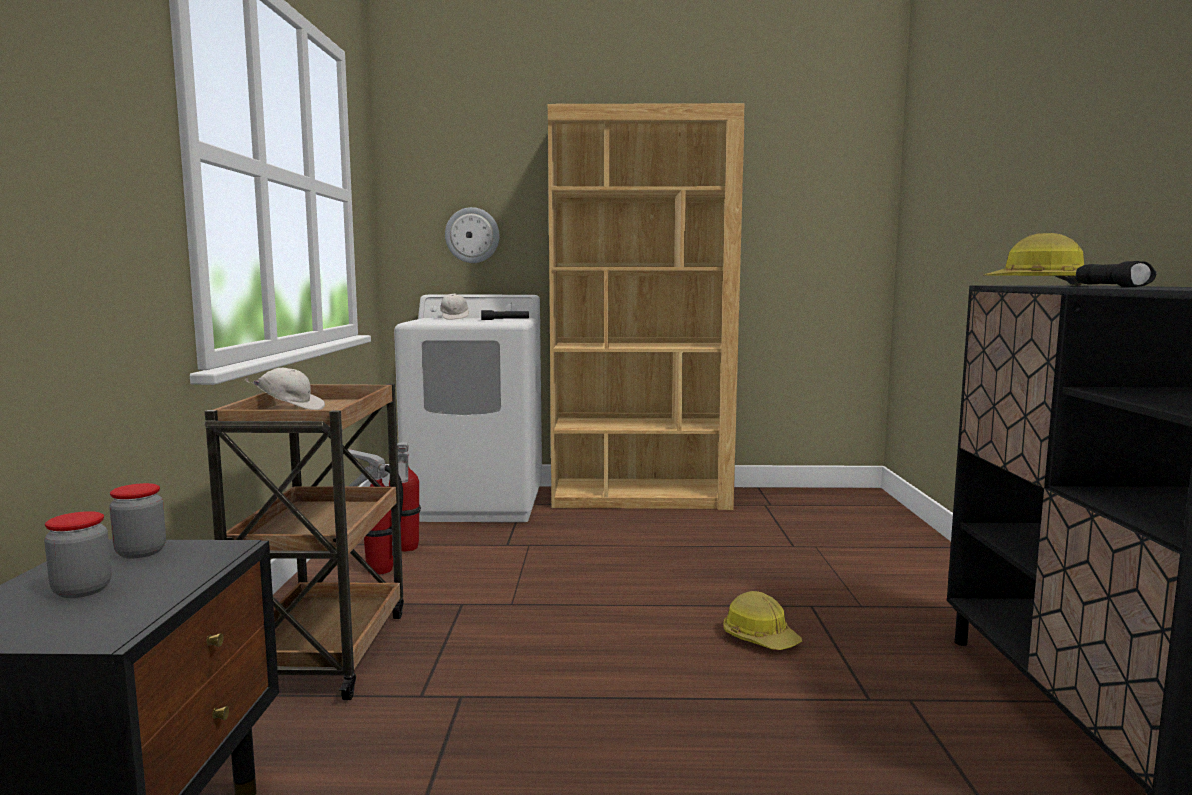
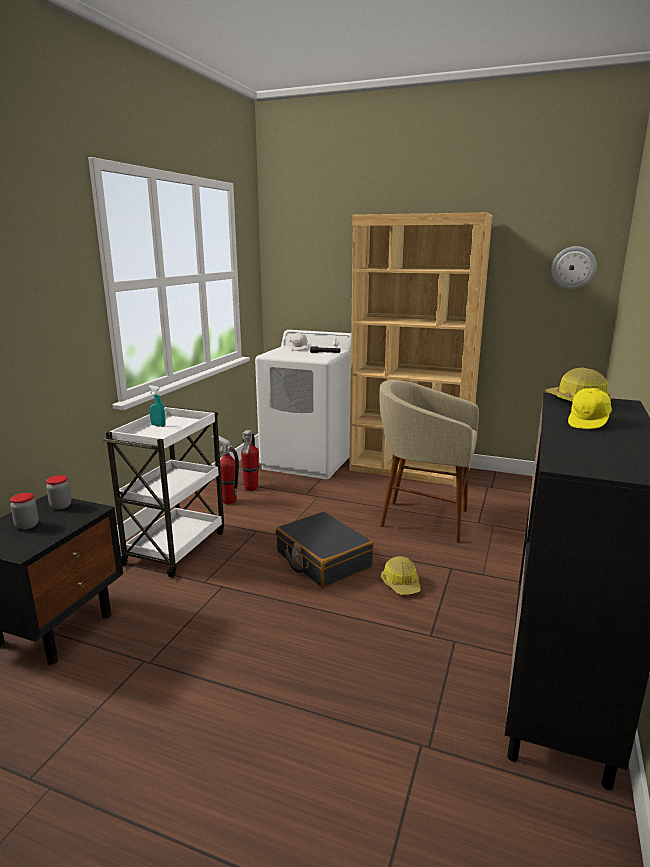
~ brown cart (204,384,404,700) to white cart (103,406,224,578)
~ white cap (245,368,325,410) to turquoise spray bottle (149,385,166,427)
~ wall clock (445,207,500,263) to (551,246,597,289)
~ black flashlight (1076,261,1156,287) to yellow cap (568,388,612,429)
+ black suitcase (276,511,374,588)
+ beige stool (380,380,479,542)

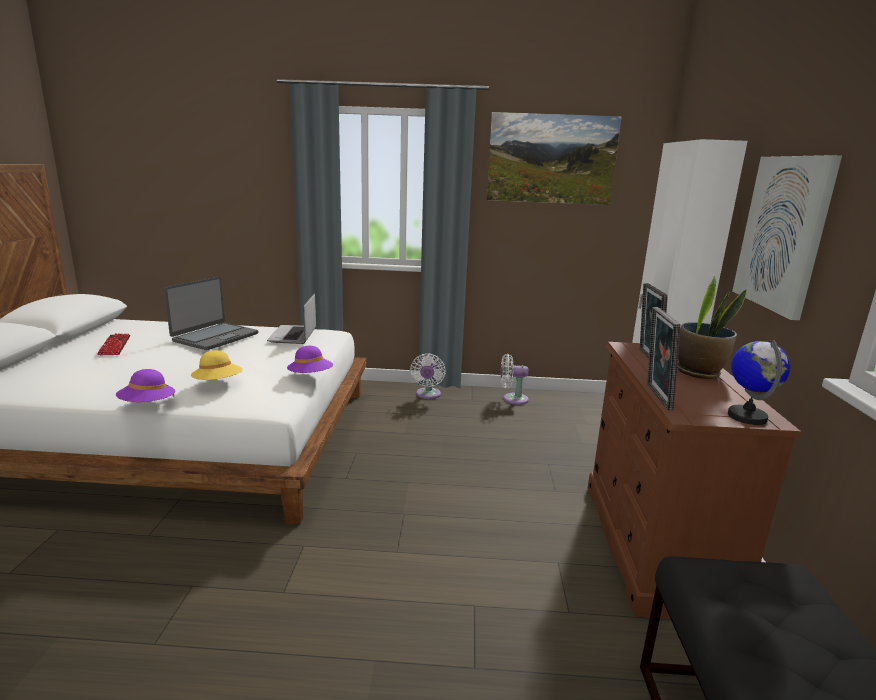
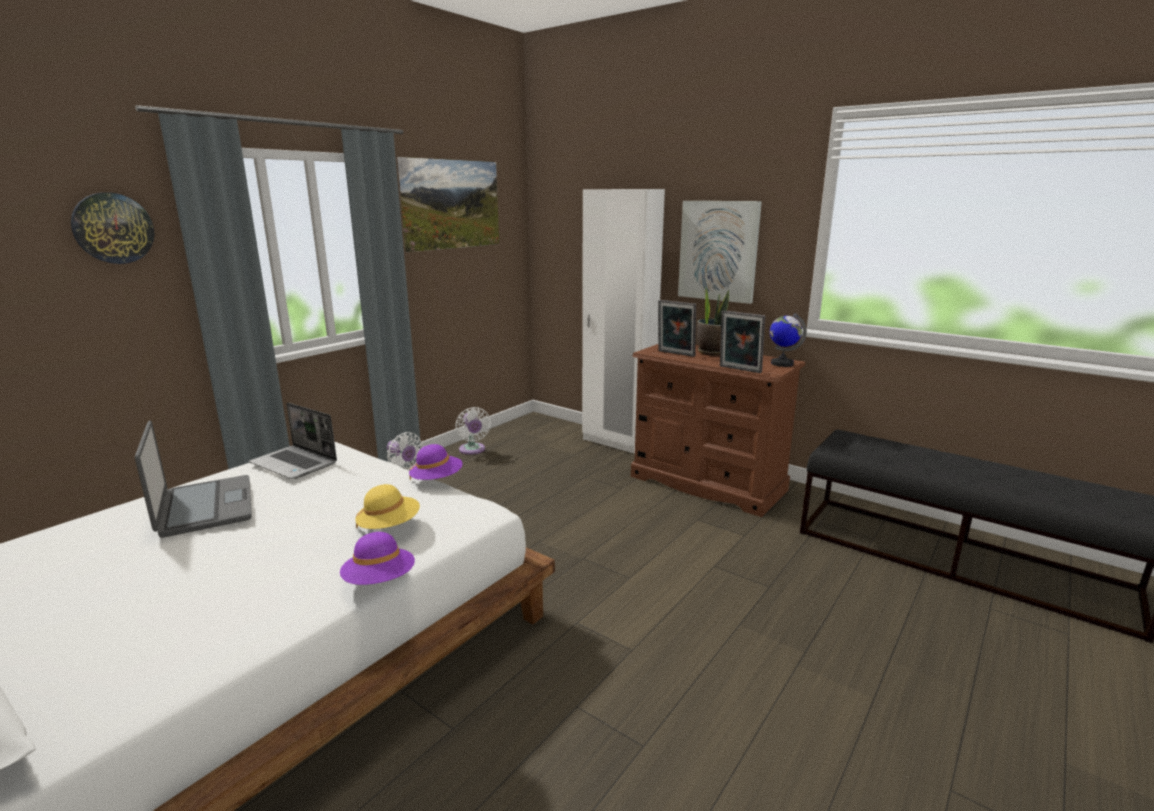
- keyboard (97,333,130,355)
~ white fan (501,354,529,405) = (455,407,491,455) 60 degrees counterclockwise
+ wall clock (71,193,155,264)

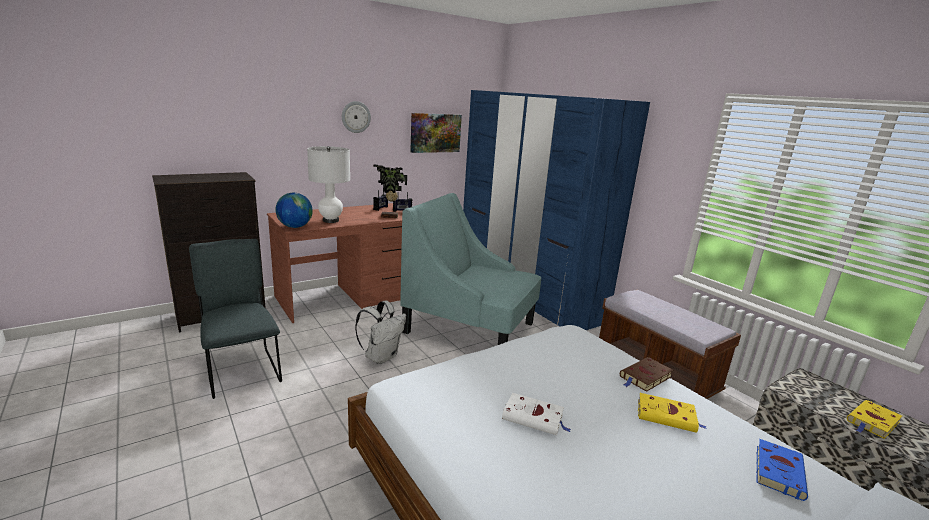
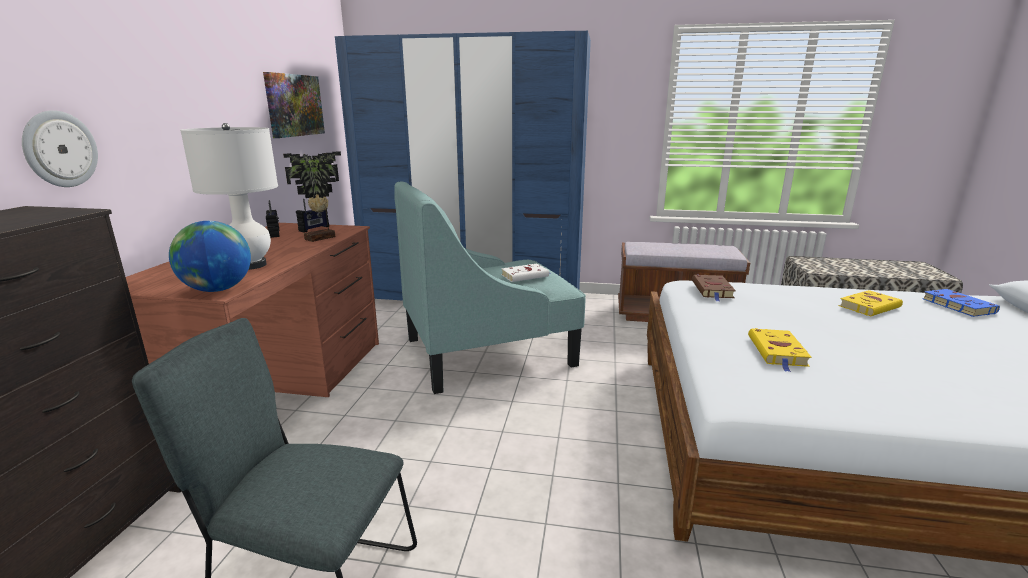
~ wall clock (342,101,371,133) to (22,110,98,187)
- white backpack (355,301,406,364)
~ white book (502,393,571,435) to (501,264,552,282)
~ brown book (620,357,674,392) to (692,274,736,302)
~ yellow book (847,400,902,439) to (748,328,811,372)

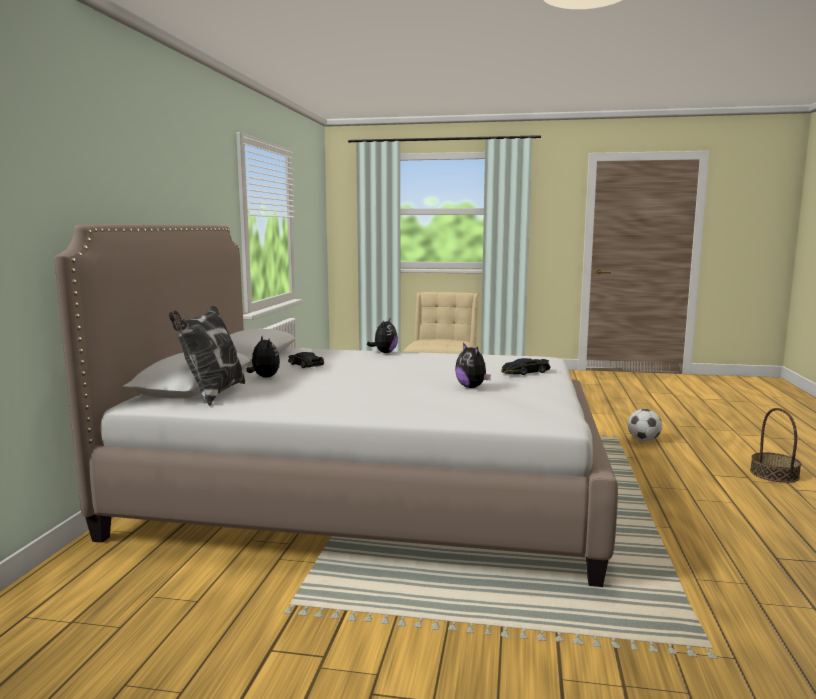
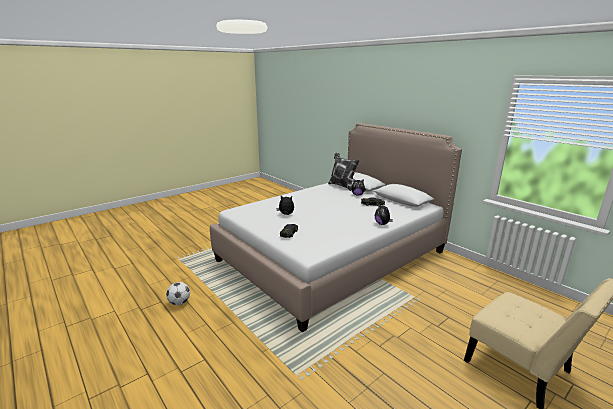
~ football (628,409,662,441) to (166,282,190,305)
- basket (750,408,801,483)

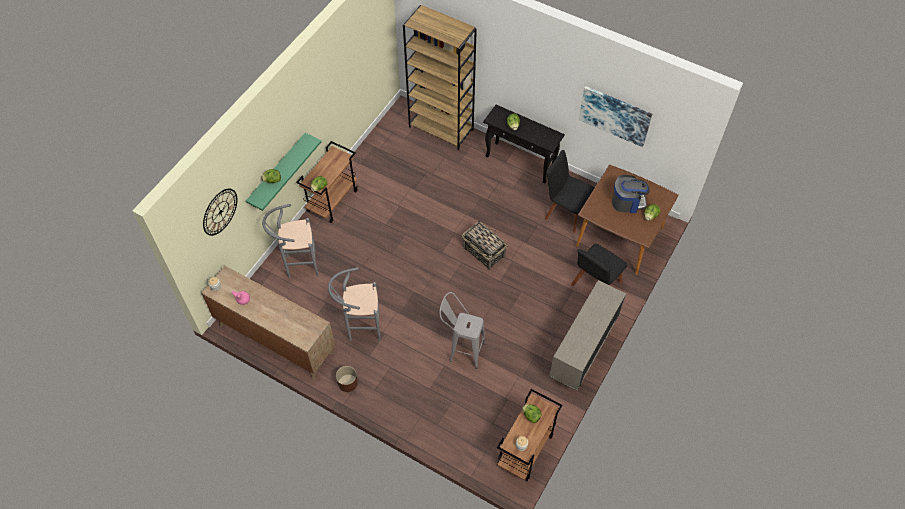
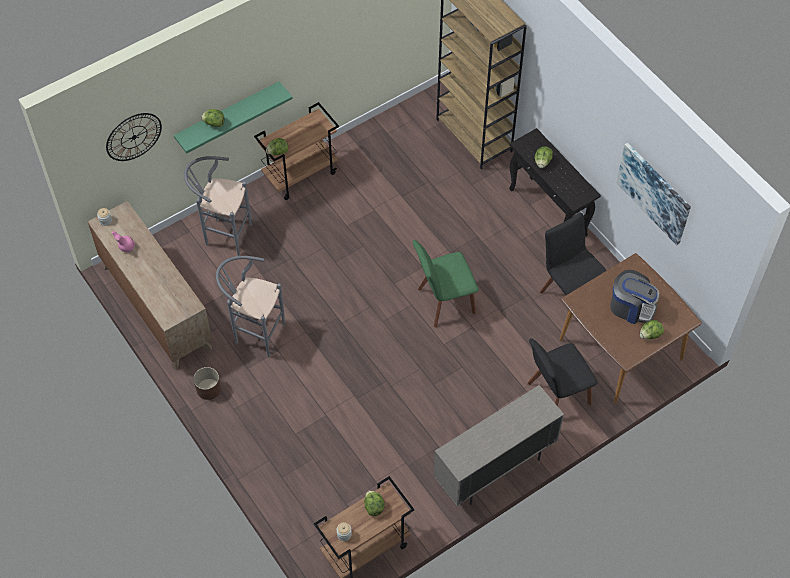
- grey stool (439,292,486,369)
~ basket (462,220,508,271) to green chair (413,240,479,328)

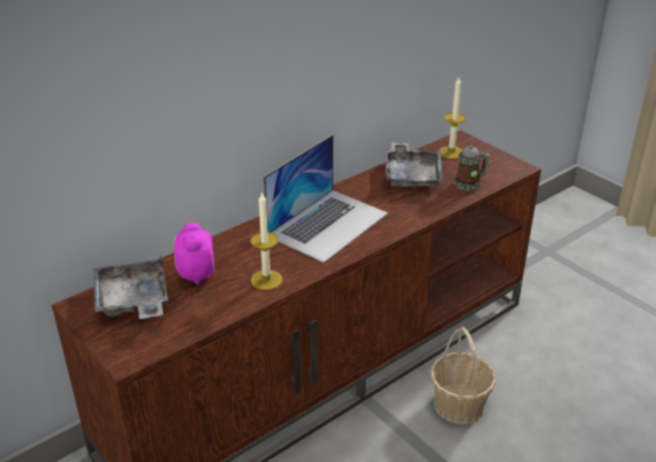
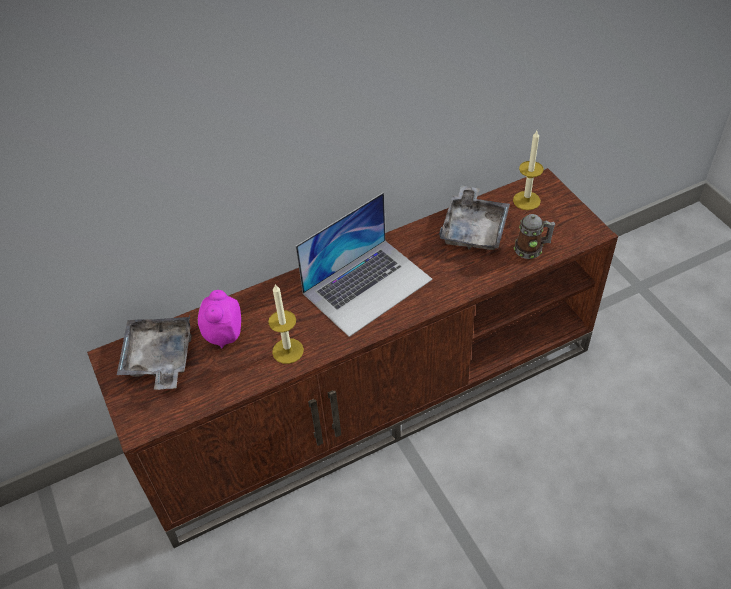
- basket (430,327,496,424)

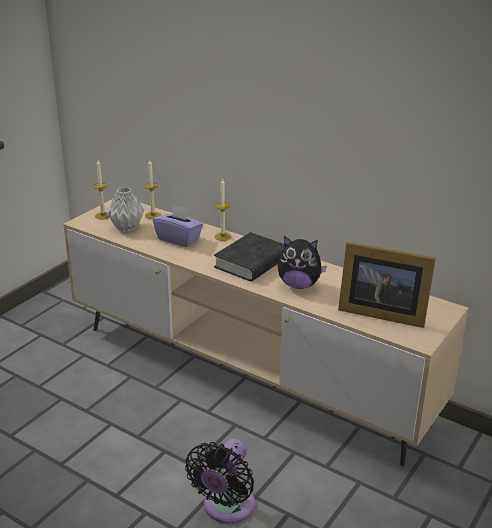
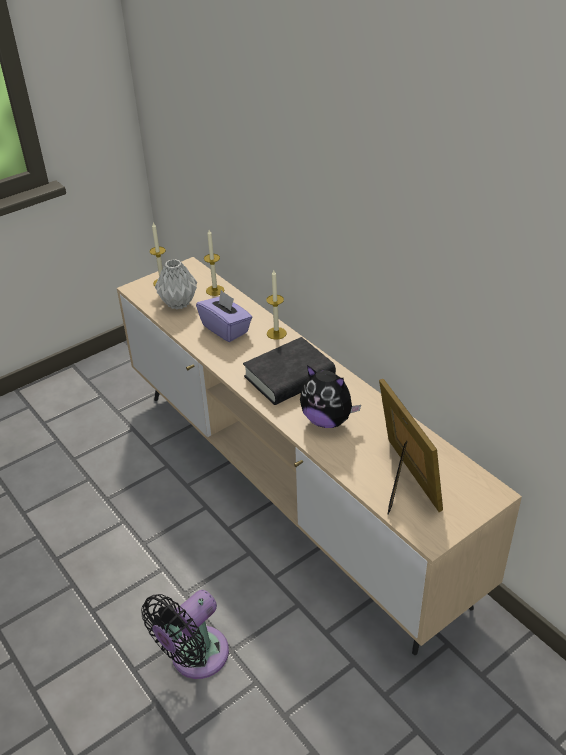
~ picture frame (338,242,436,328) = (379,379,443,515) 150 degrees counterclockwise

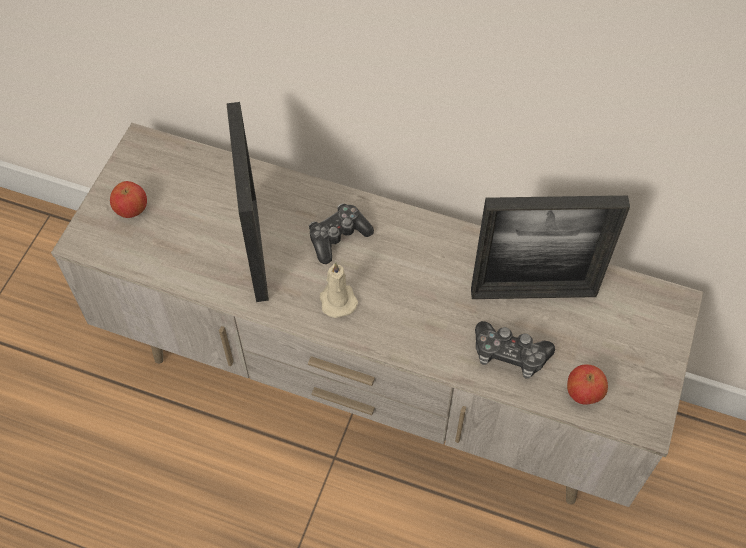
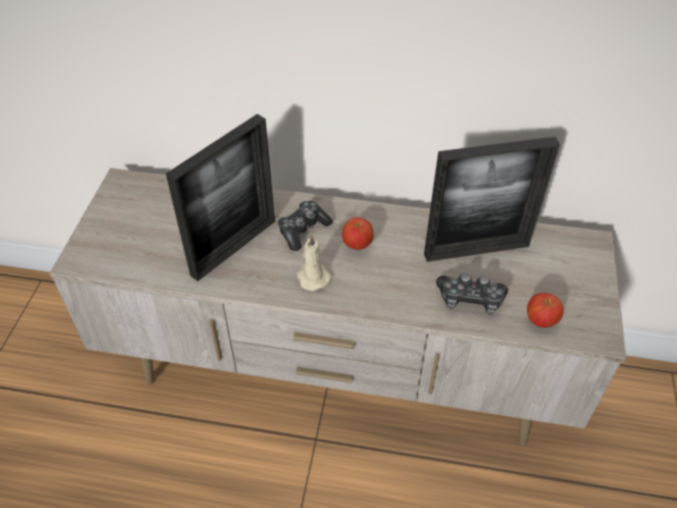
~ apple (110,181,147,218) to (342,217,373,250)
~ picture frame (226,102,269,302) = (166,114,275,281) 60 degrees clockwise

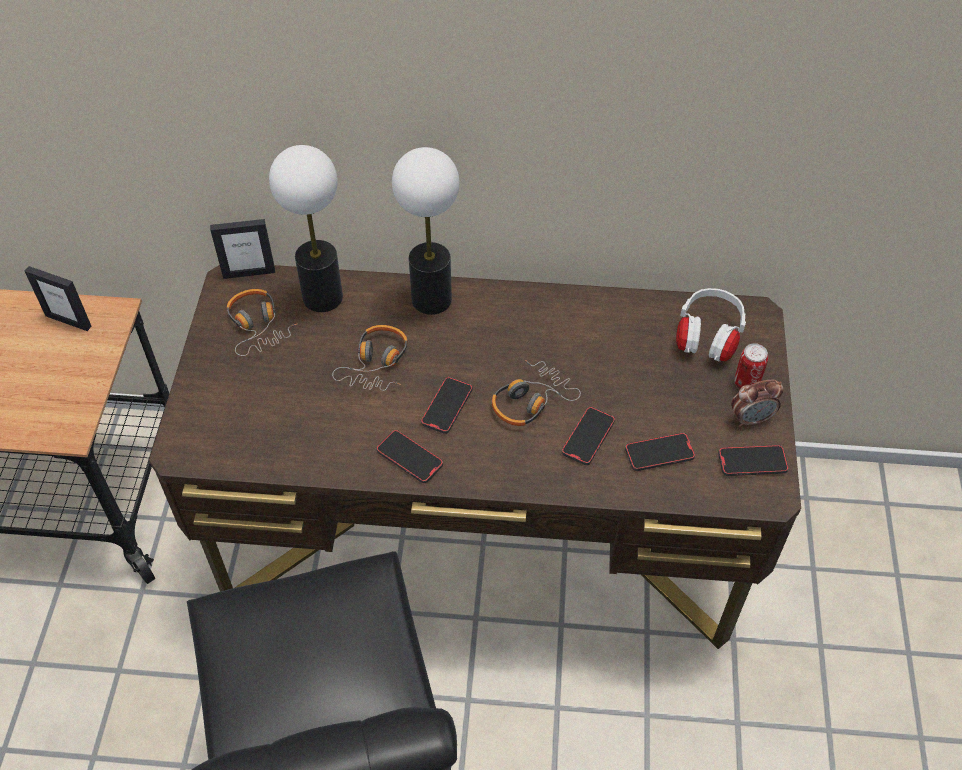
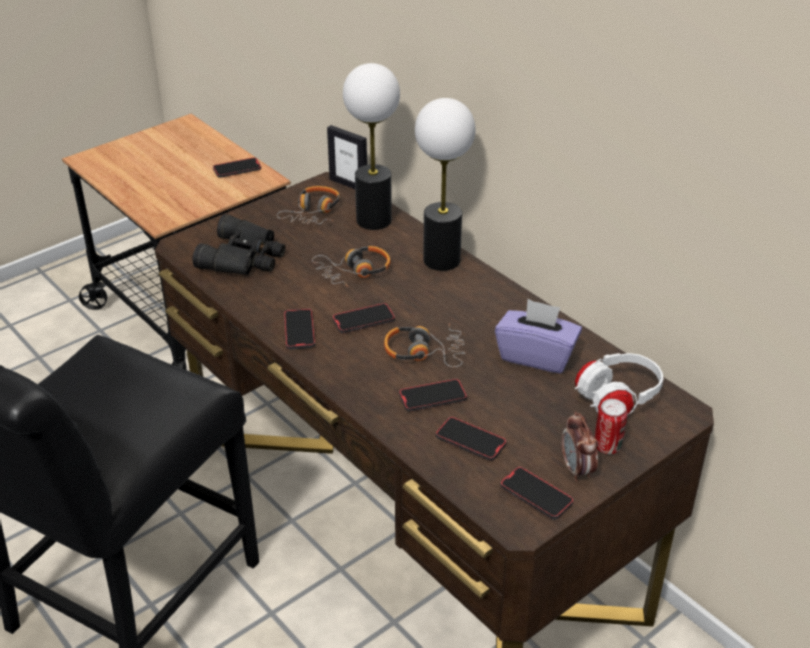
~ picture frame (25,266,91,331) to phone (213,157,261,178)
~ alarm clock (731,380,784,427) = (561,412,598,481) 45 degrees clockwise
+ black binoculars (192,214,285,275)
+ purple tissue box (495,299,582,373)

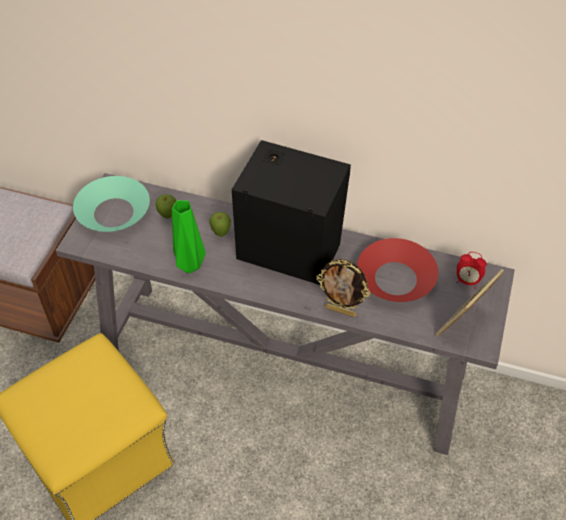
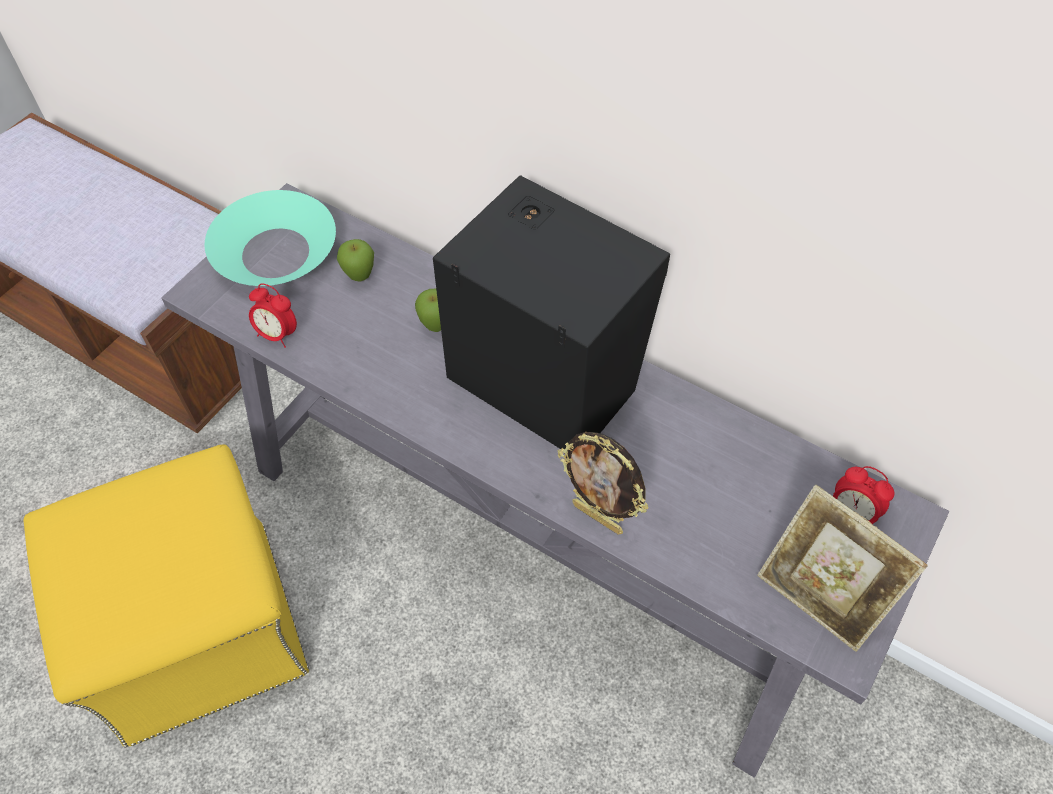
- green vase (172,200,205,273)
- red bowl (357,238,438,302)
~ picture frame (435,269,504,336) = (757,484,928,652) 105 degrees counterclockwise
+ alarm clock (249,283,297,348)

